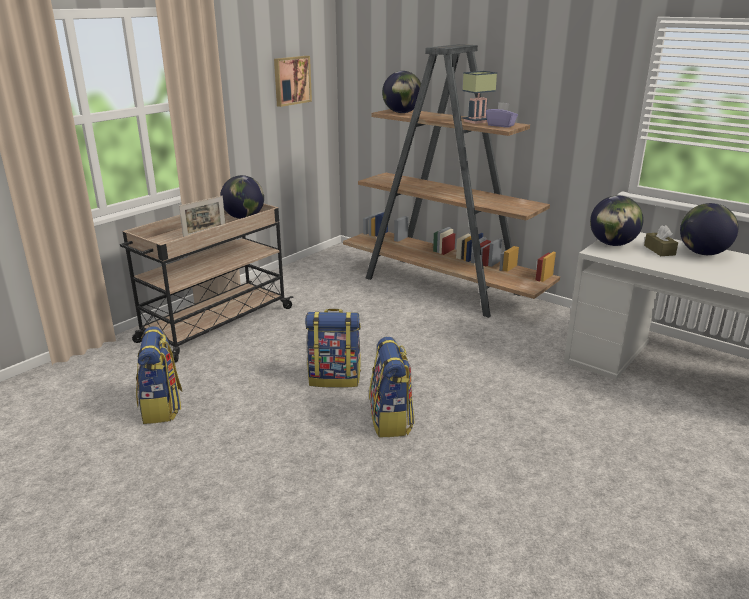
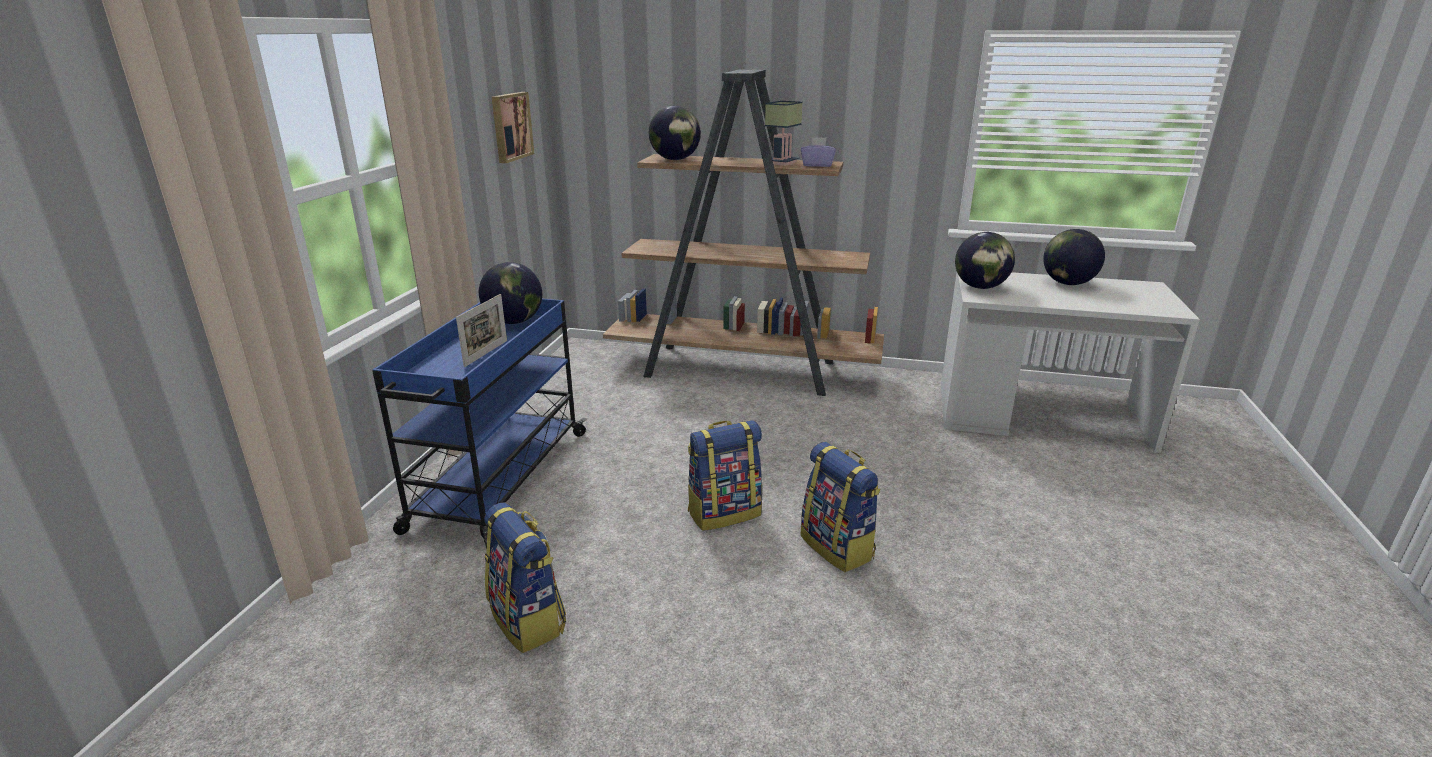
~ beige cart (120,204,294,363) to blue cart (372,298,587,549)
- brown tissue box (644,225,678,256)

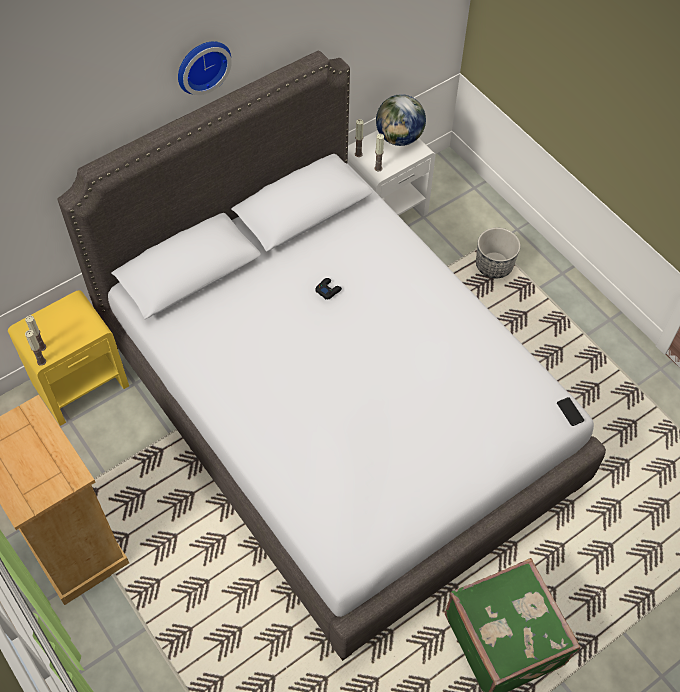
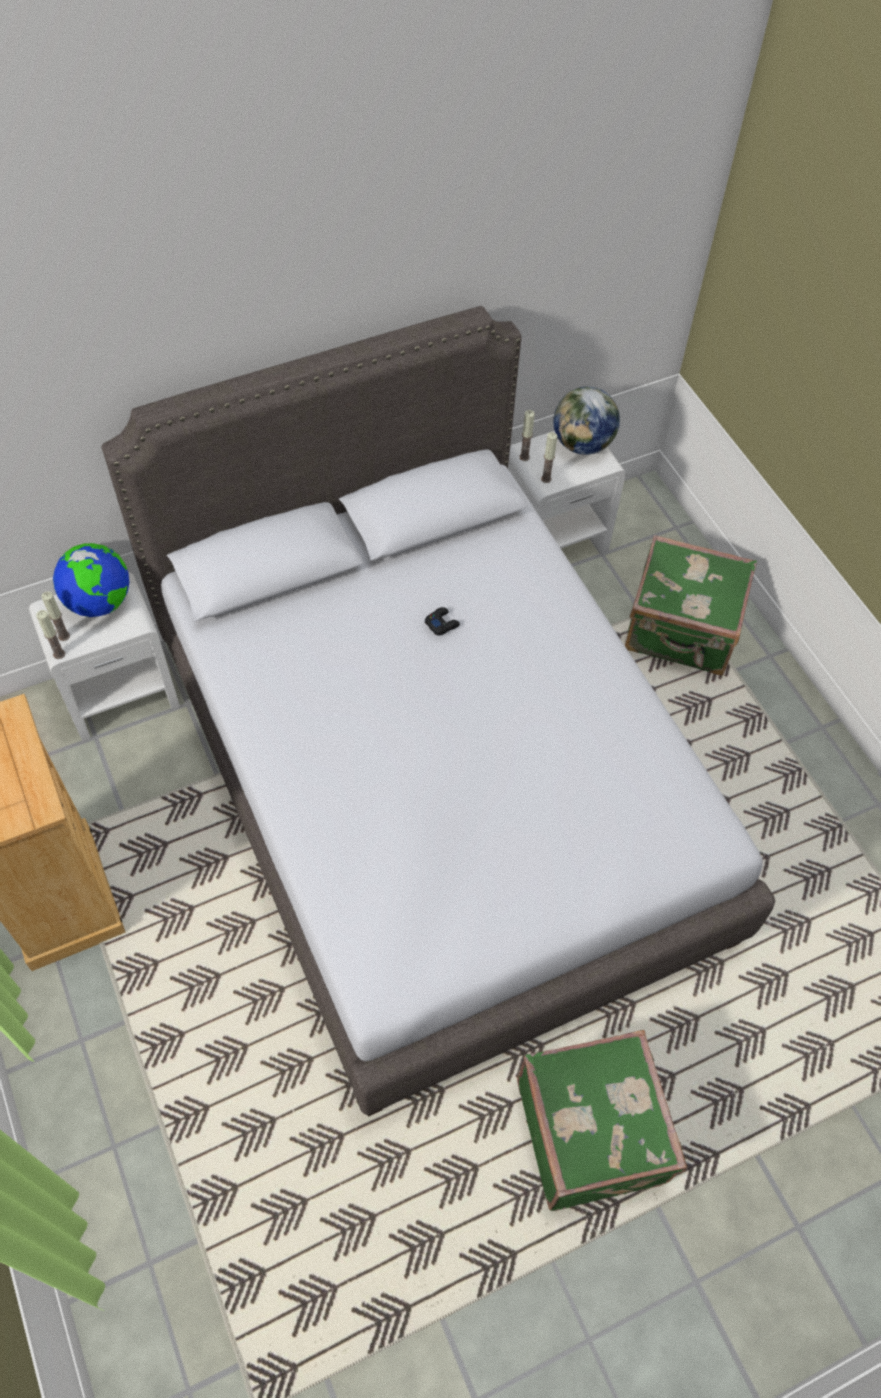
~ yellow nightstand (8,290,129,426) to white nightstand (29,572,180,741)
- wall clock (178,41,232,95)
~ planter (476,228,520,278) to green suitcase (625,535,757,676)
- phone (557,397,584,426)
+ globe (53,543,129,617)

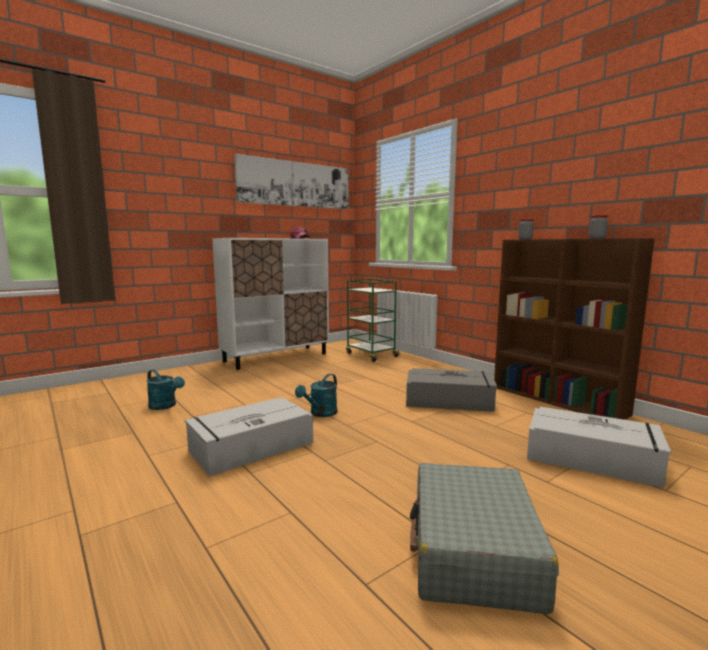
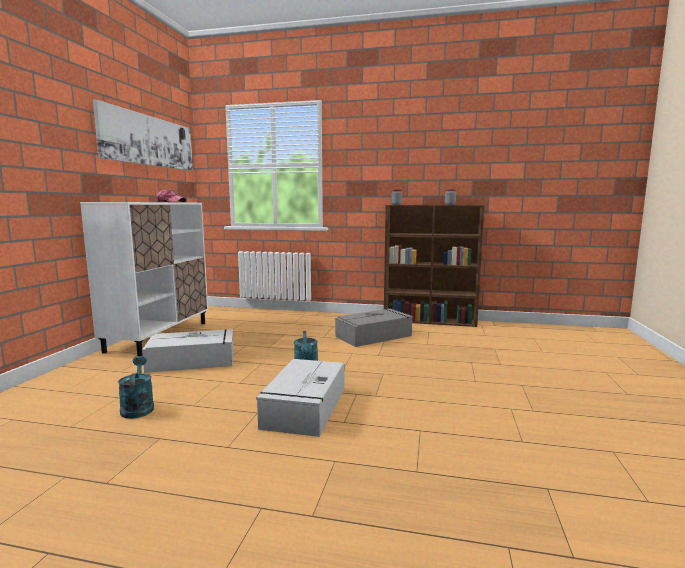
~ turquoise watering can (146,370,185,410) = (118,356,154,419) 105 degrees counterclockwise
- green cart (346,279,400,362)
- grey suitcase (410,463,559,614)
~ grey storage box (527,407,671,488) to (142,329,233,373)

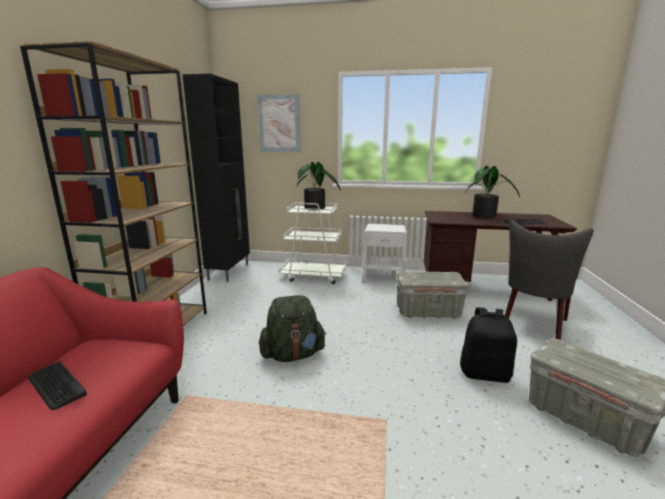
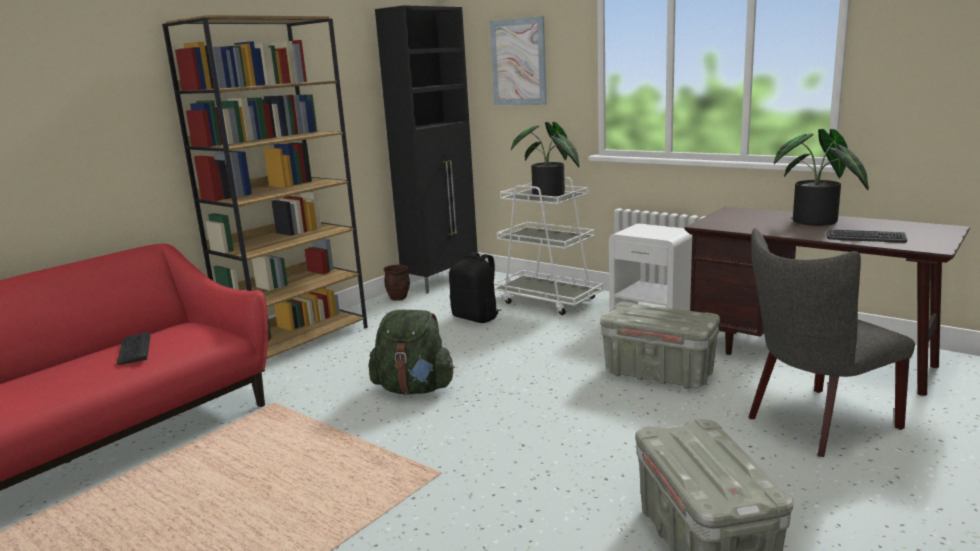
~ black backpack (460,307,517,383) to (449,252,501,323)
+ brown planter (383,265,410,301)

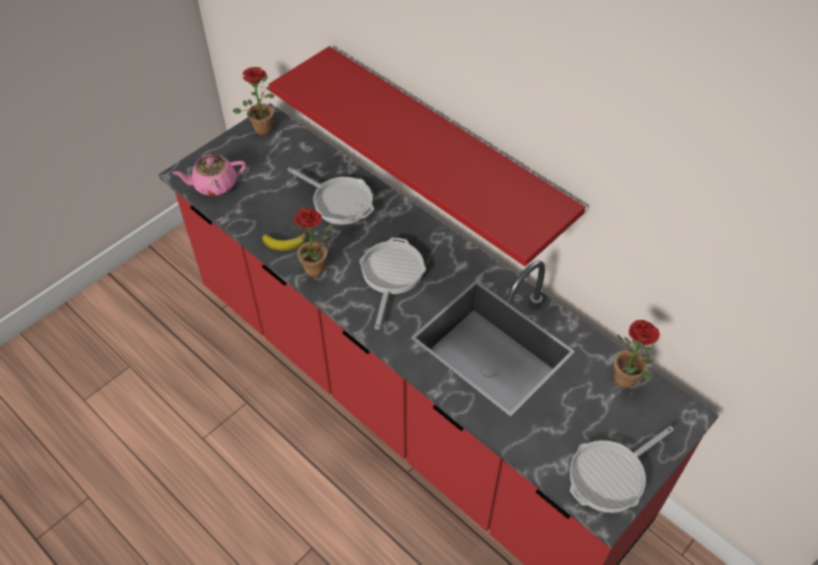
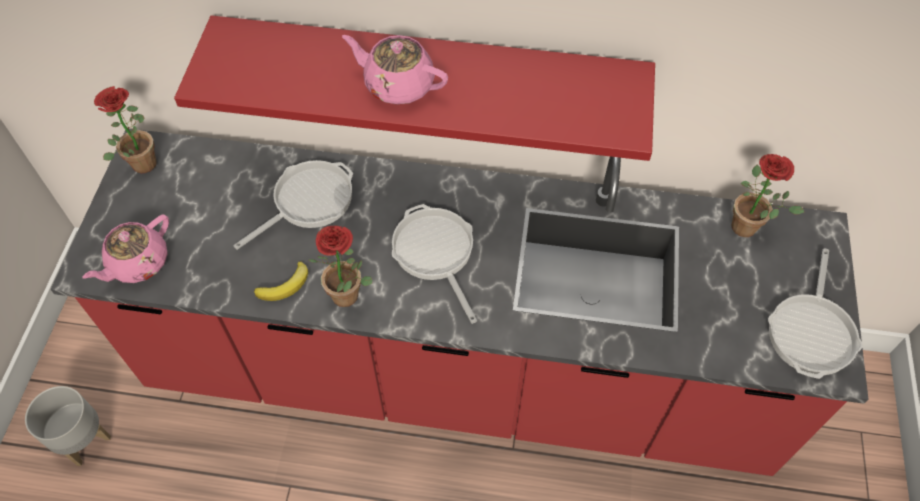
~ frying pan (288,167,374,225) = (233,160,353,250) 45 degrees counterclockwise
+ grey planter (25,386,111,466)
+ pink teapot (342,35,448,105)

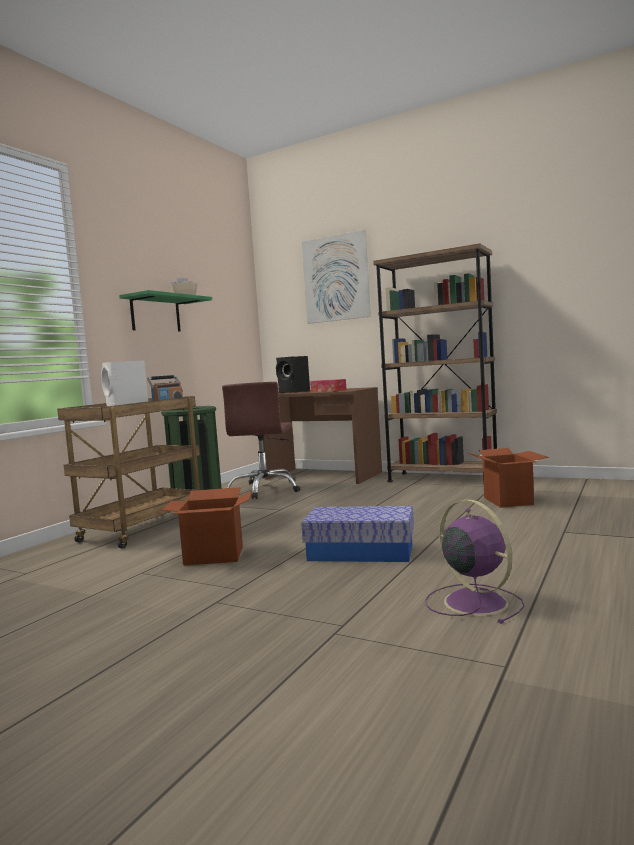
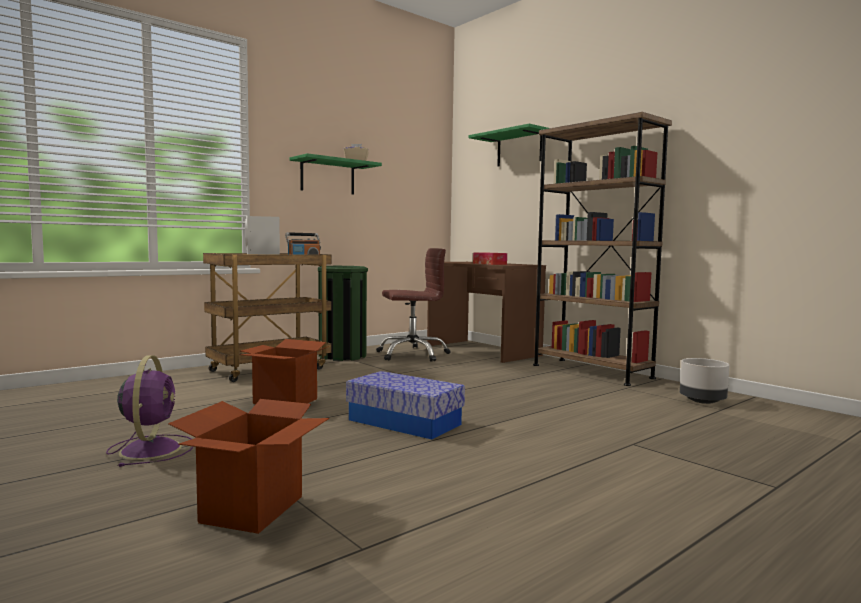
~ brown office chair (222,382,300,499) = (376,248,451,362) 135 degrees counterclockwise
- black speaker (276,356,310,393)
~ picture (302,230,371,324) to green shelf (468,124,549,167)
~ purple fan (425,499,525,624) to (106,355,193,467)
~ cardboard box (468,448,549,508) to (168,399,329,534)
+ grey planter (680,358,730,404)

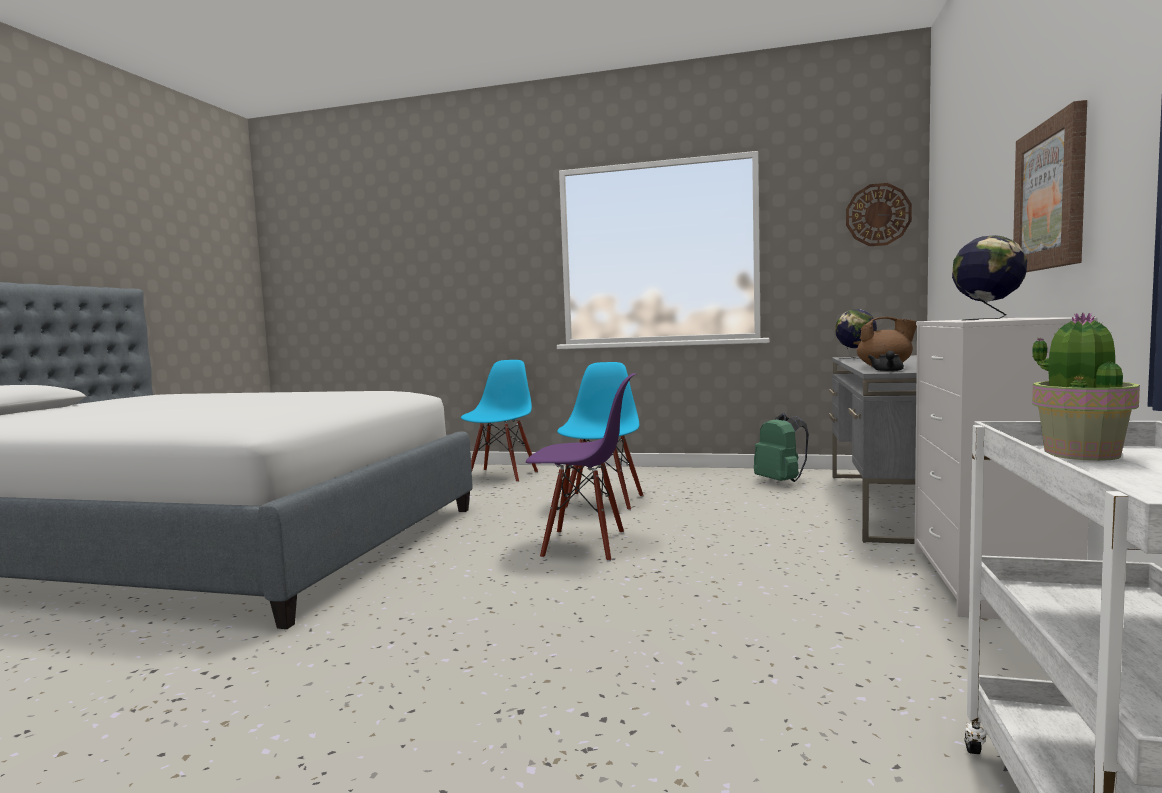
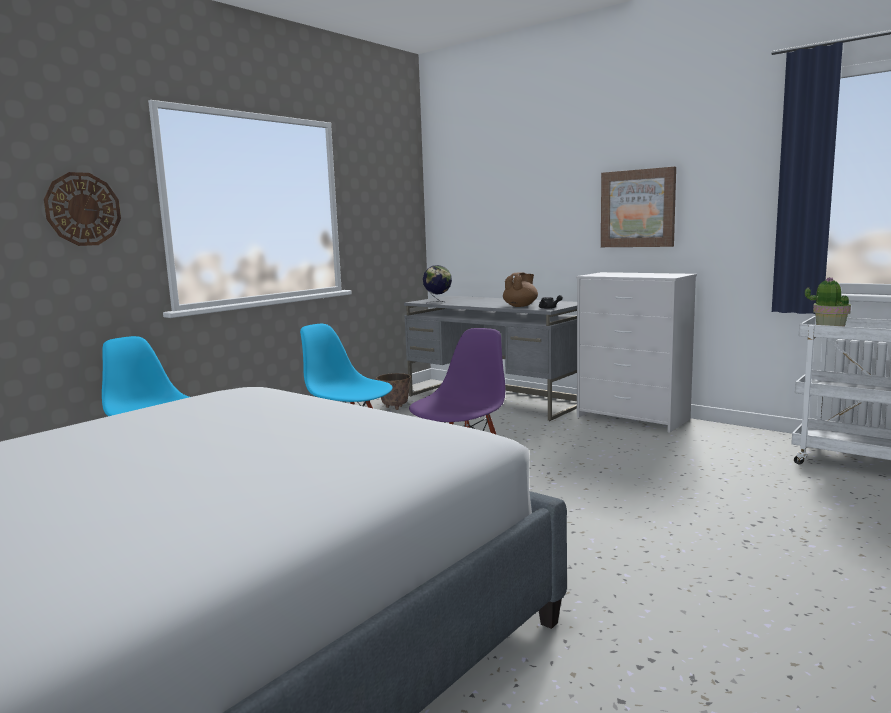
~ green backpack (754,413,809,482) to planter (376,373,411,410)
~ wall clock (846,183,912,246) to (44,172,121,246)
- globe (952,235,1027,320)

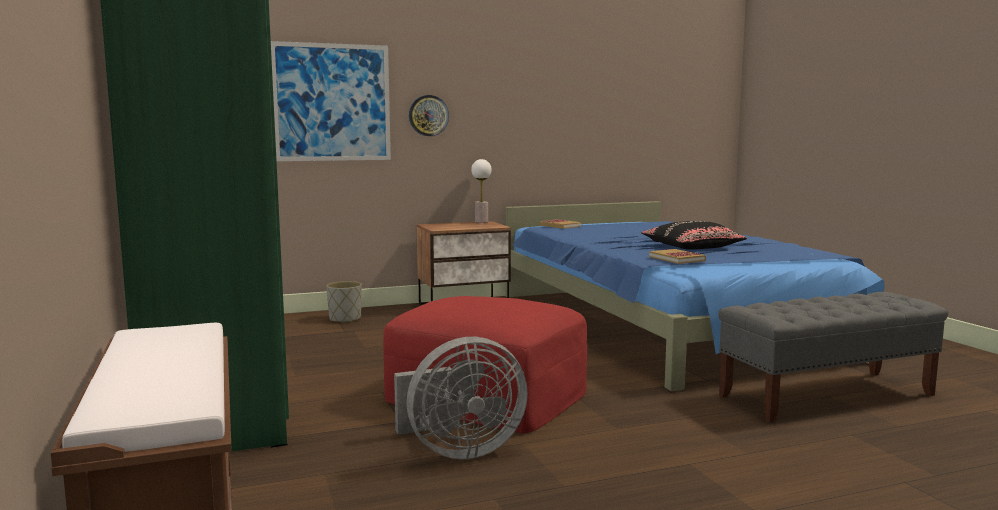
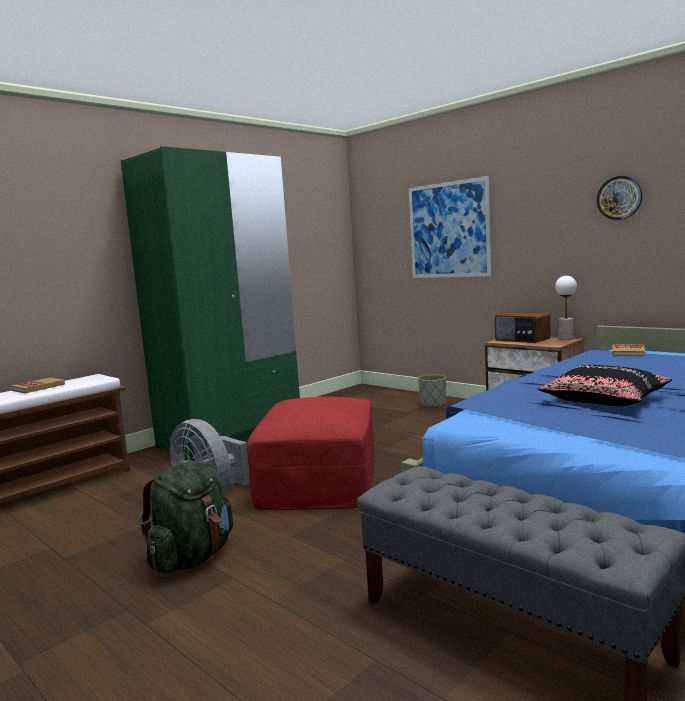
~ wall clock (409,95,449,136) to (597,176,642,220)
~ book (649,249,706,264) to (11,377,65,393)
+ green backpack (140,462,233,573)
+ radio (495,312,550,343)

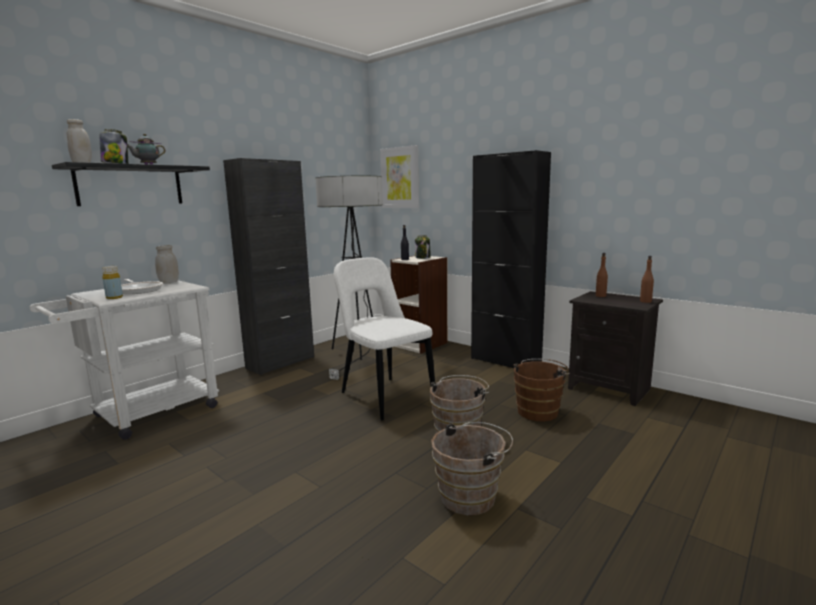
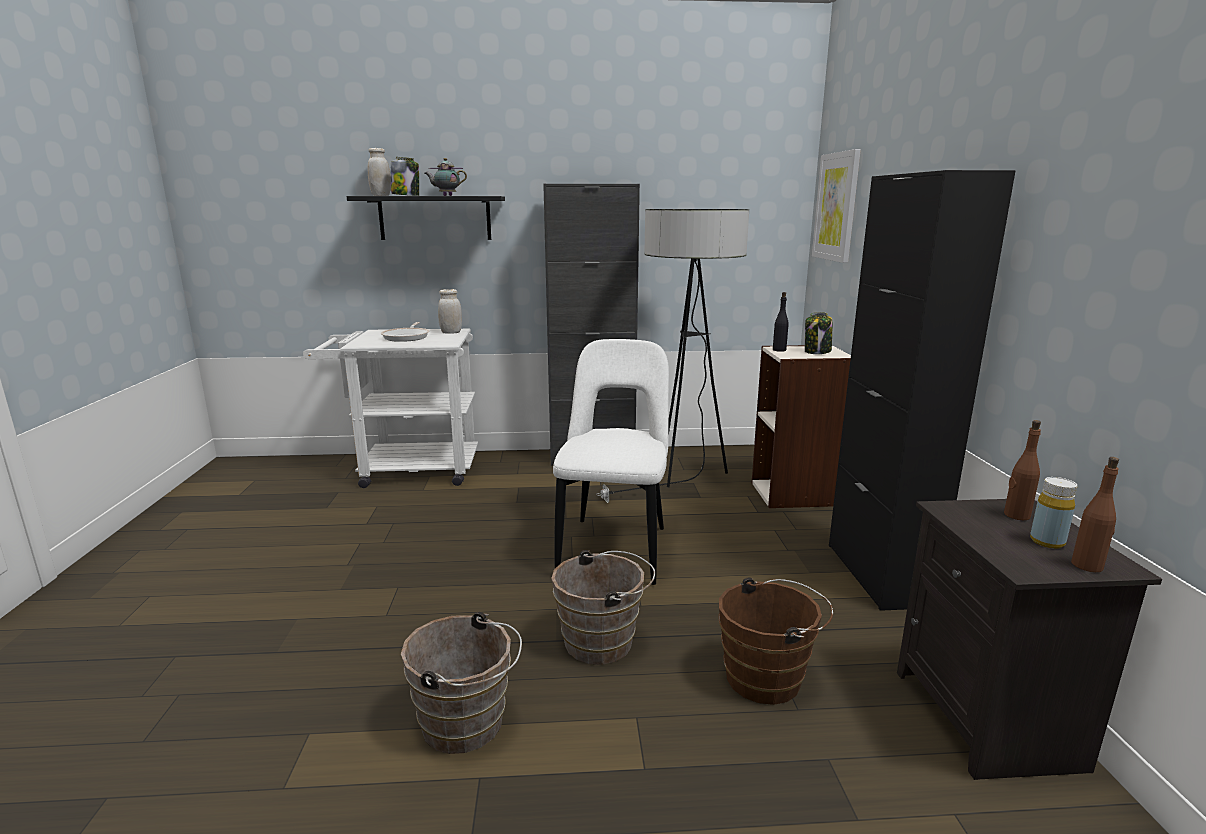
~ yellow bottle (102,266,123,299) to (1030,477,1077,549)

